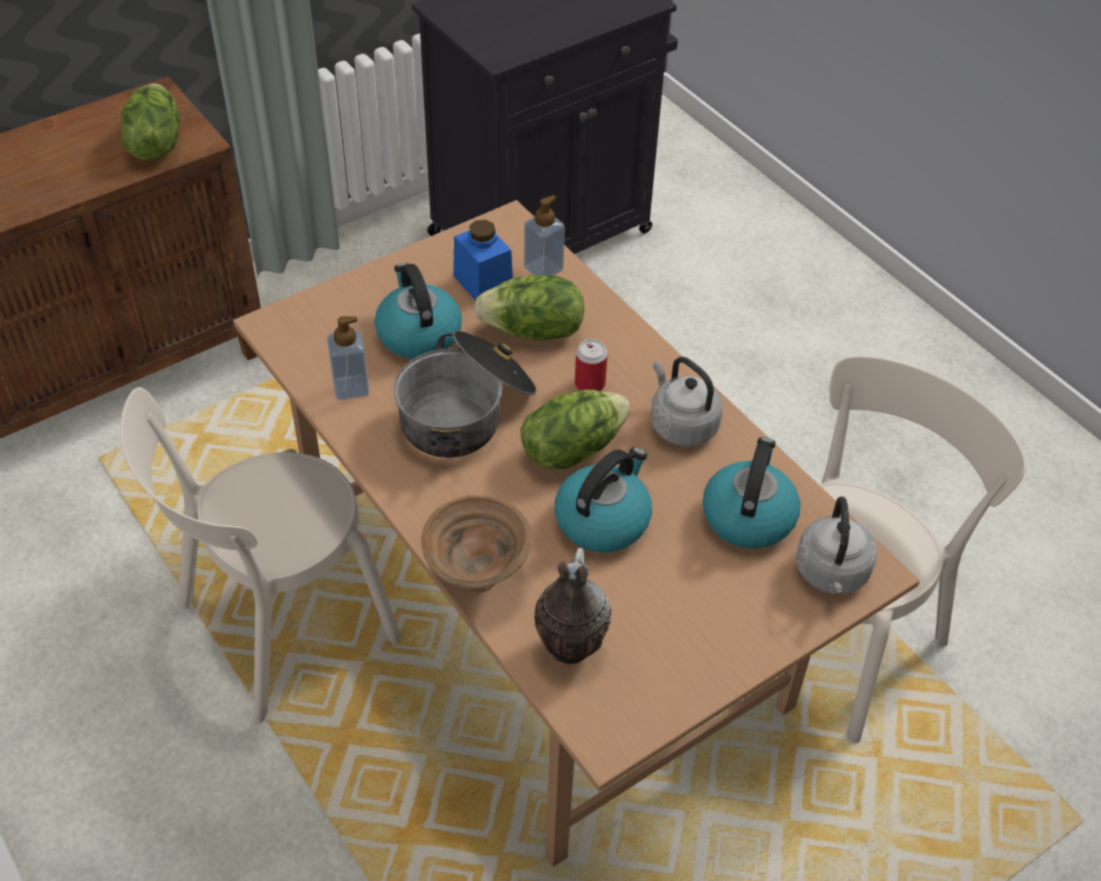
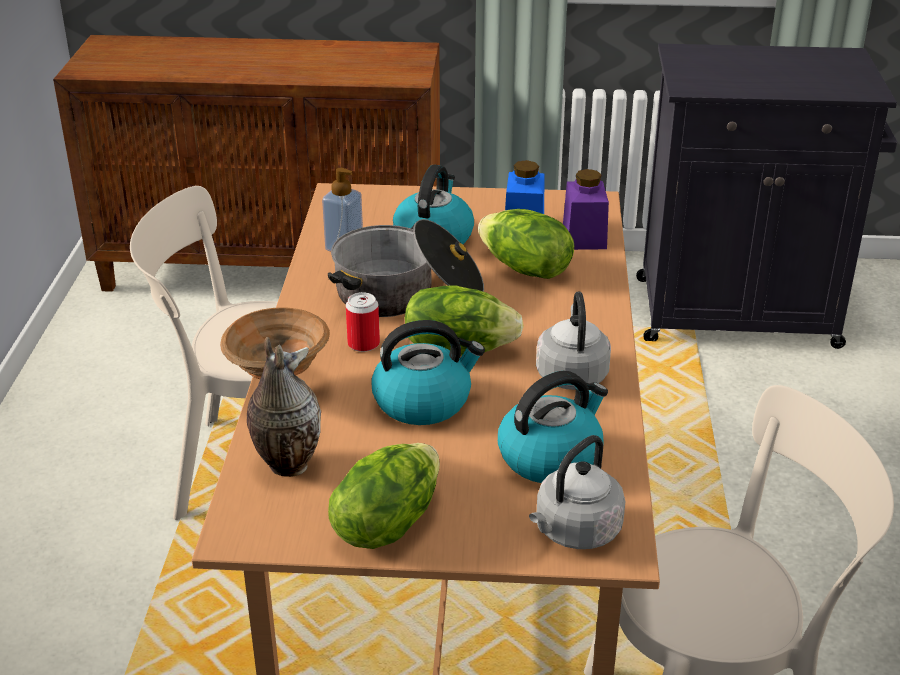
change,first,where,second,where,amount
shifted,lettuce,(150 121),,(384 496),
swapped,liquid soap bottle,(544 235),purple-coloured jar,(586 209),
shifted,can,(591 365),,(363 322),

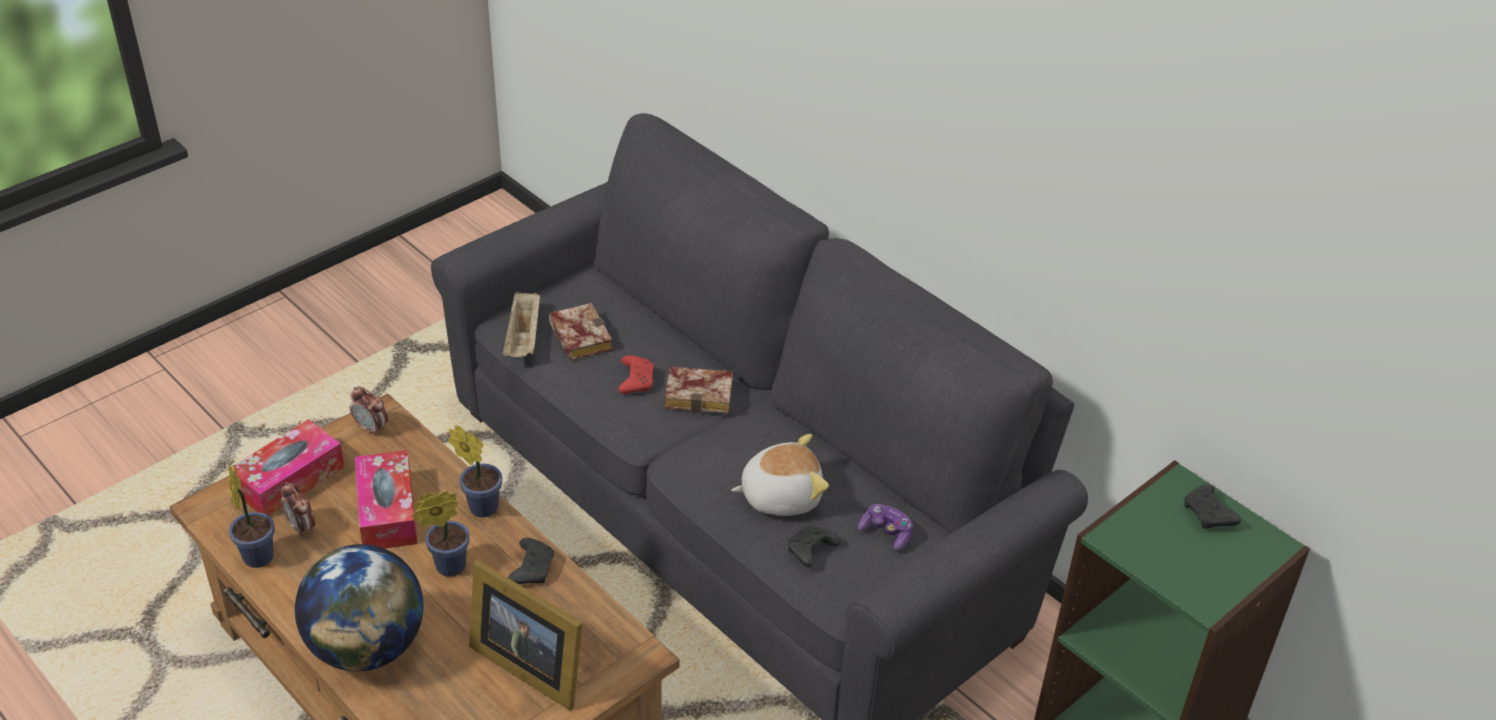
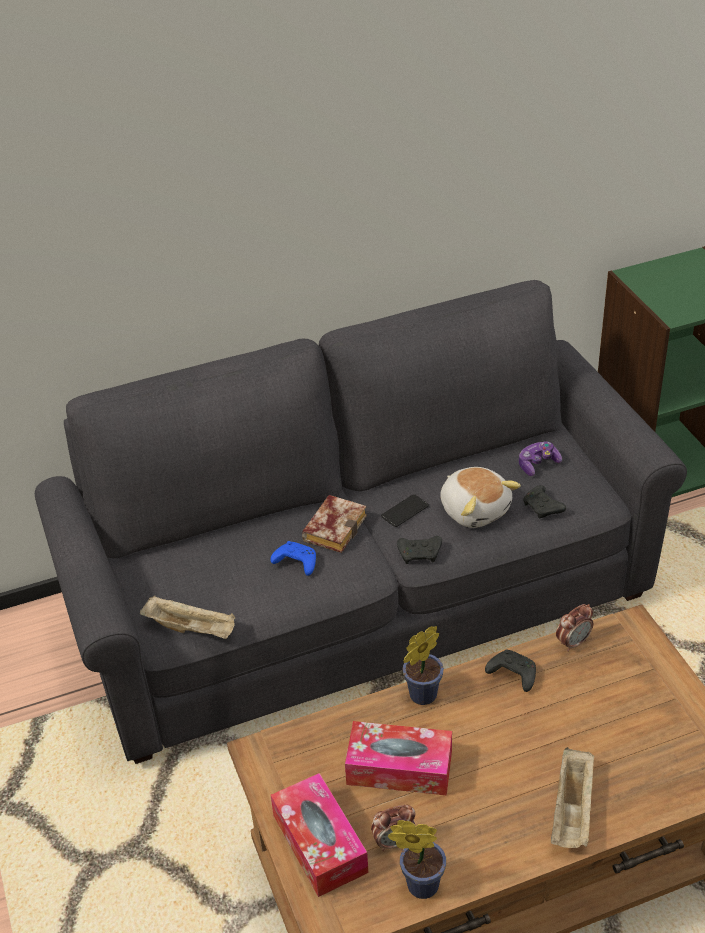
change,first,where,second,where,amount
gone,volume,(581 332),,,
repainted,red gamepad,(636 374),bluish gamepad,(293 558),
shifted,alarm clock,(369 411),,(574 628),
rotated,cuddly toy,(780 475),,(480 497),135 degrees clockwise
shifted,black gamepad,(1212 506),,(419 550),
gone,plant in a pot,(441 534),,,
swapped,desk globe,(359 607),beige-coloured carrying tray,(573 797),
gone,picture frame,(525 635),,,
new,,,telephone,(405 510),

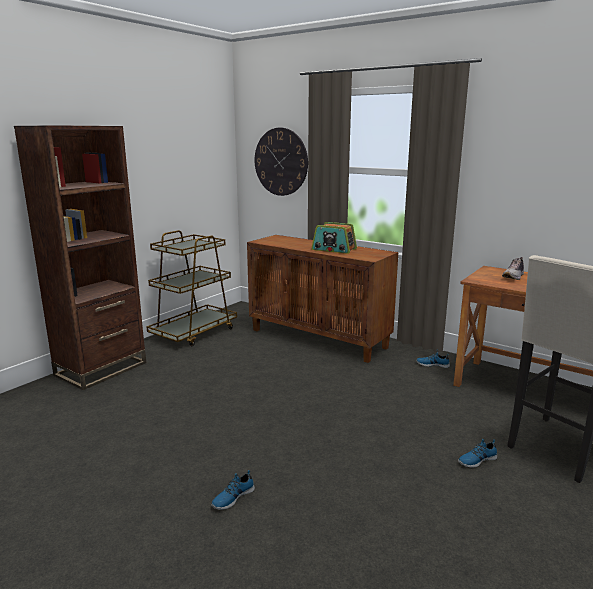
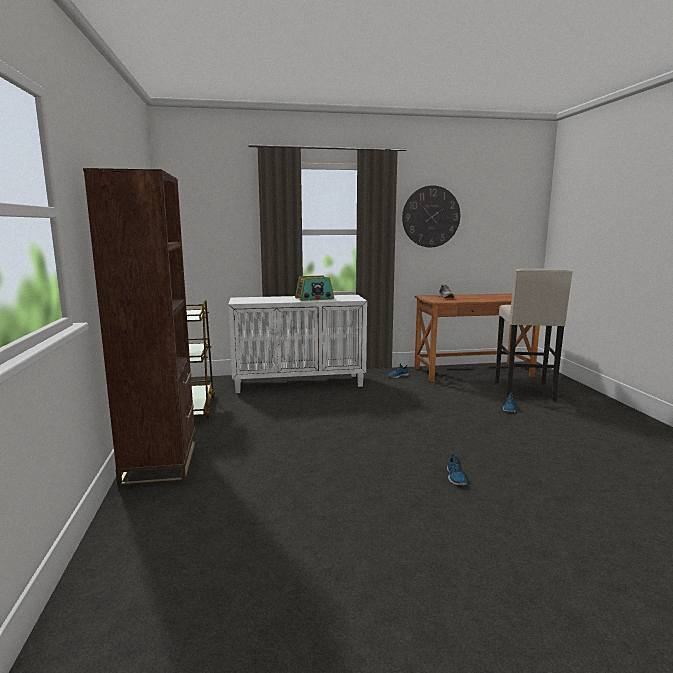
change,first,where,second,where,amount
shifted,wall clock,(281 162),,(431 216),
repainted,brown storage cabinet,(322 299),white-coloured storage cabinet,(297 344),

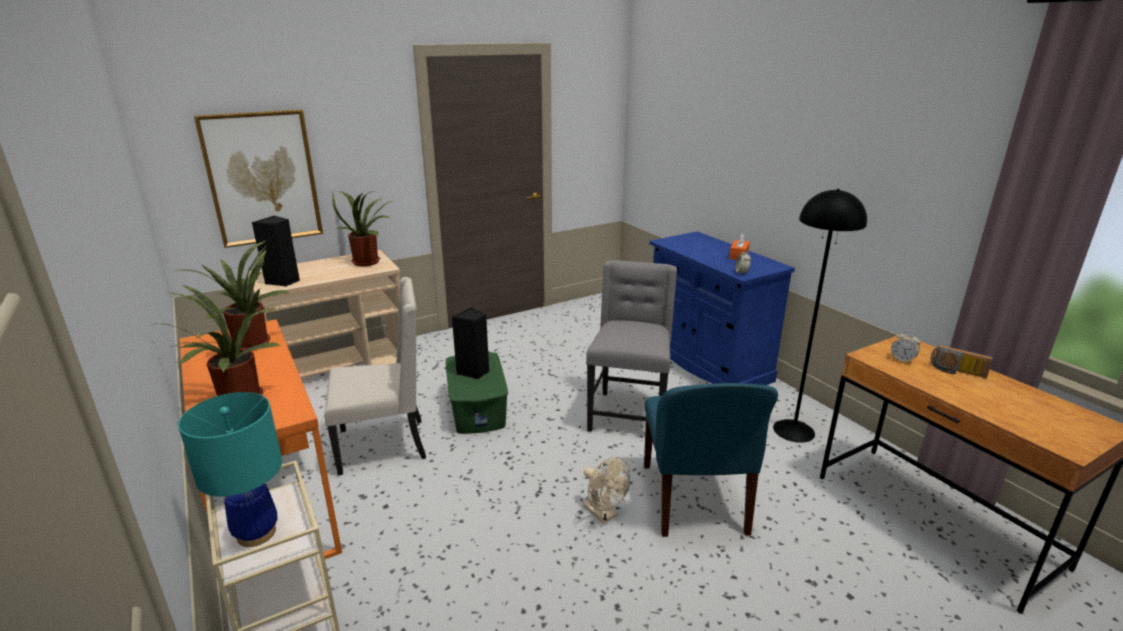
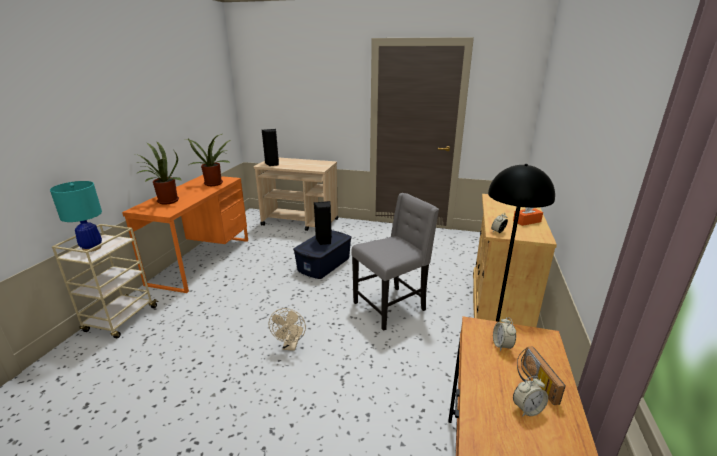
change,first,where,second,where,amount
gone,picture,(258 178),,,
gone,plant in a pot,(362 228),,,
repainted,bluish storage cabinet,(722 308),beige-coloured storage cabinet,(515 260),
gone,beige-coloured upright chair,(375 376),,,
repainted,green-coloured storage box,(477 393),bluish storage box,(322 254),
gone,bluish upright chair,(711 460),,,
new,,,alarm clock,(530 396),

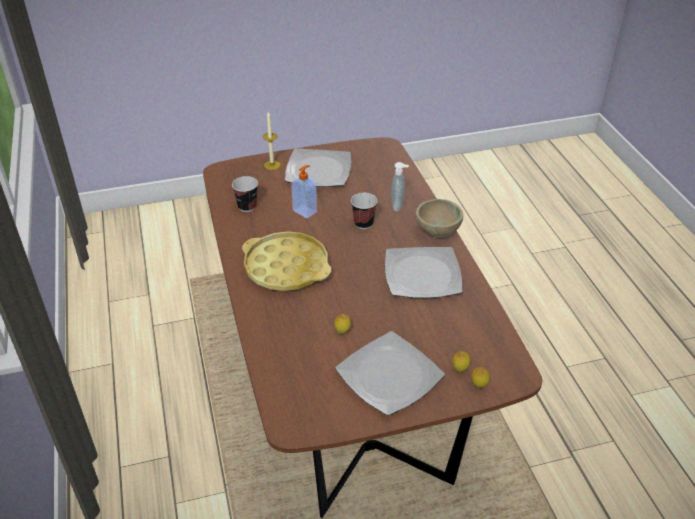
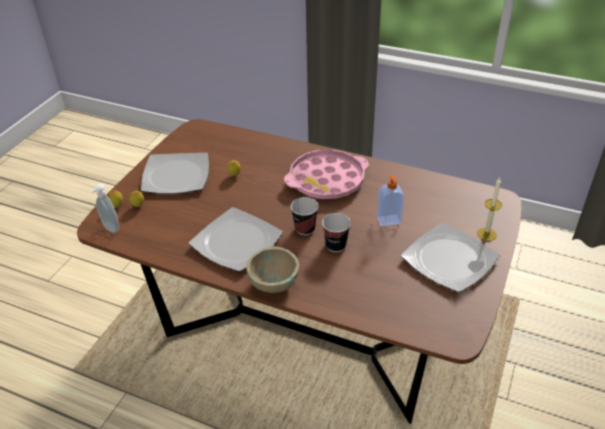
change,first,where,second,where,amount
shifted,liquid soap bottle,(400 187),,(104 208),
shifted,small cup,(245 194),,(305 216),
repainted,yellowish carrying tray,(286 261),pinkish carrying tray,(326 174),

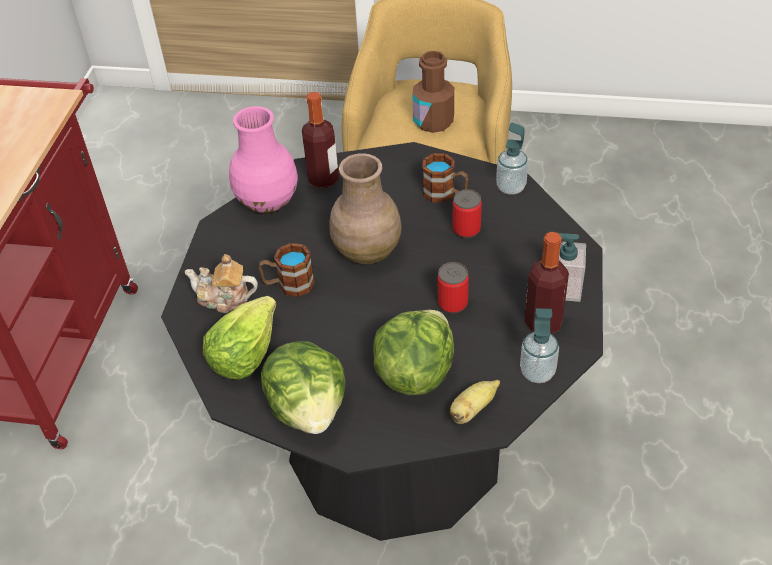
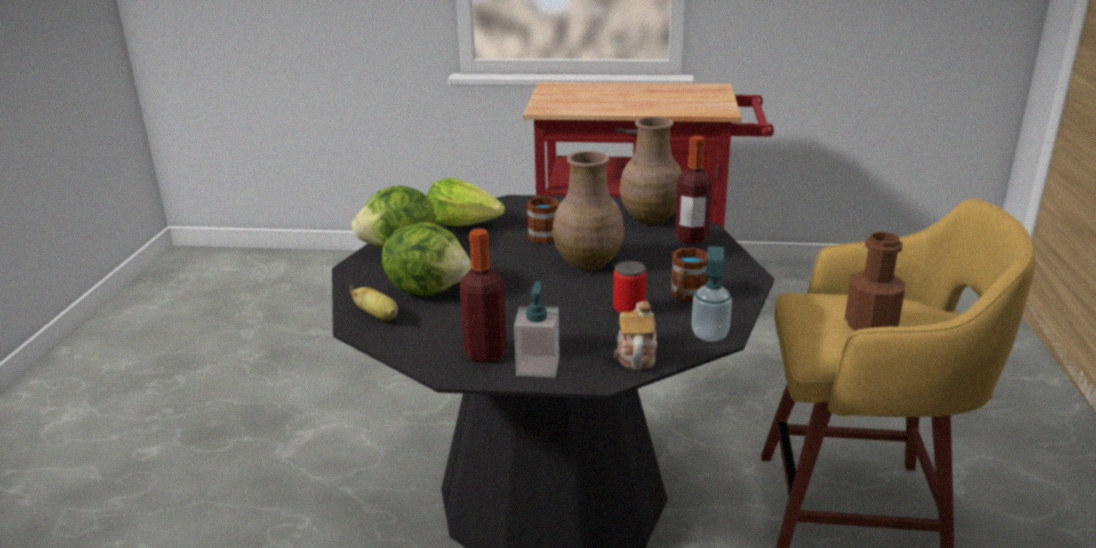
change,first,where,second,where,amount
repainted,pinkish flower vase,(263 160),brown flower vase,(651 171),
shifted,tea pot,(221 283),,(635 335),
gone,can,(453 288),,,
gone,liquid soap bottle,(539 345),,,

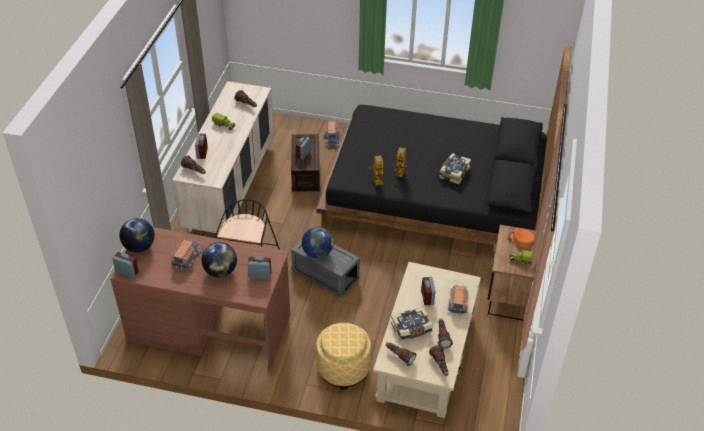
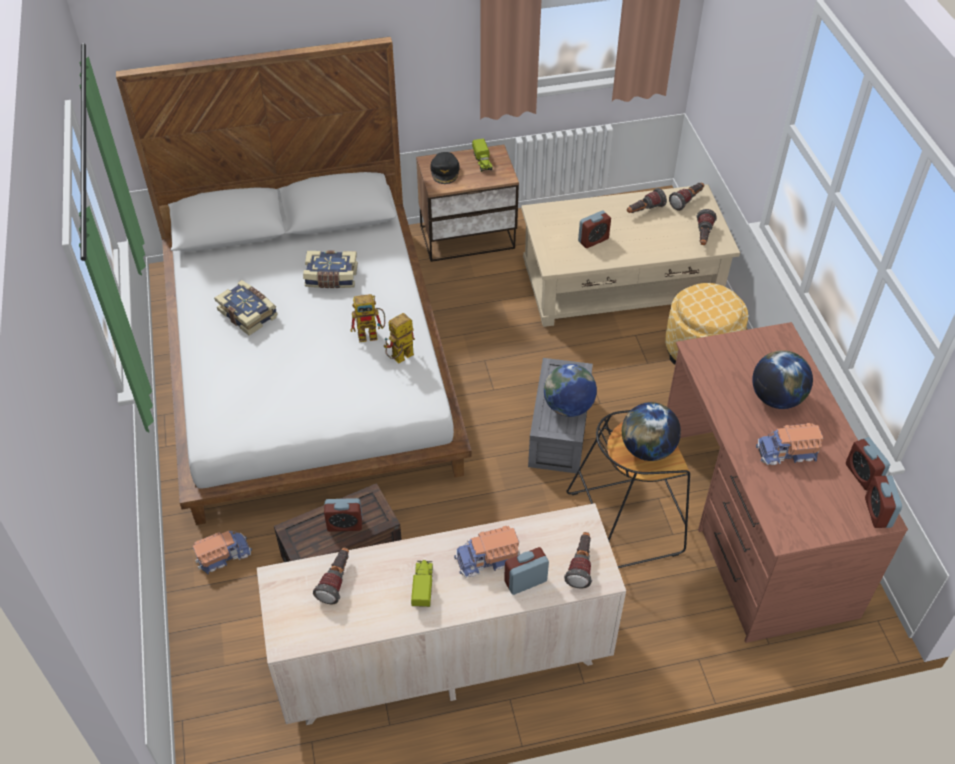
change,first,where,second,where,amount
repainted,black bed,(444 145),white-coloured bed,(294 281),
shifted,desk globe,(137 235),,(651 431),
repainted,orange baseball cap,(521 237),black baseball cap,(445 168),
shifted,alarm clock,(259 267),,(868 463),
shifted,toy truck,(458 300),,(487 552),
shifted,volume,(412 324),,(246 307),

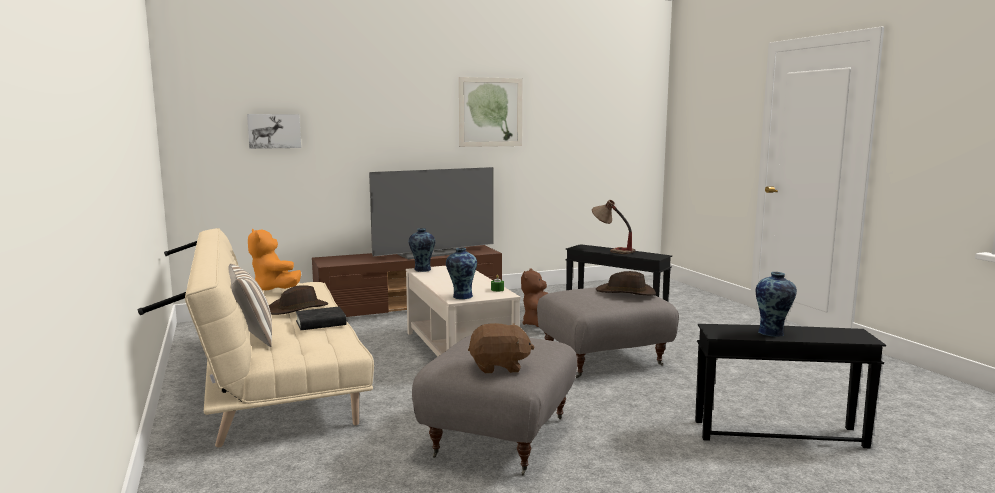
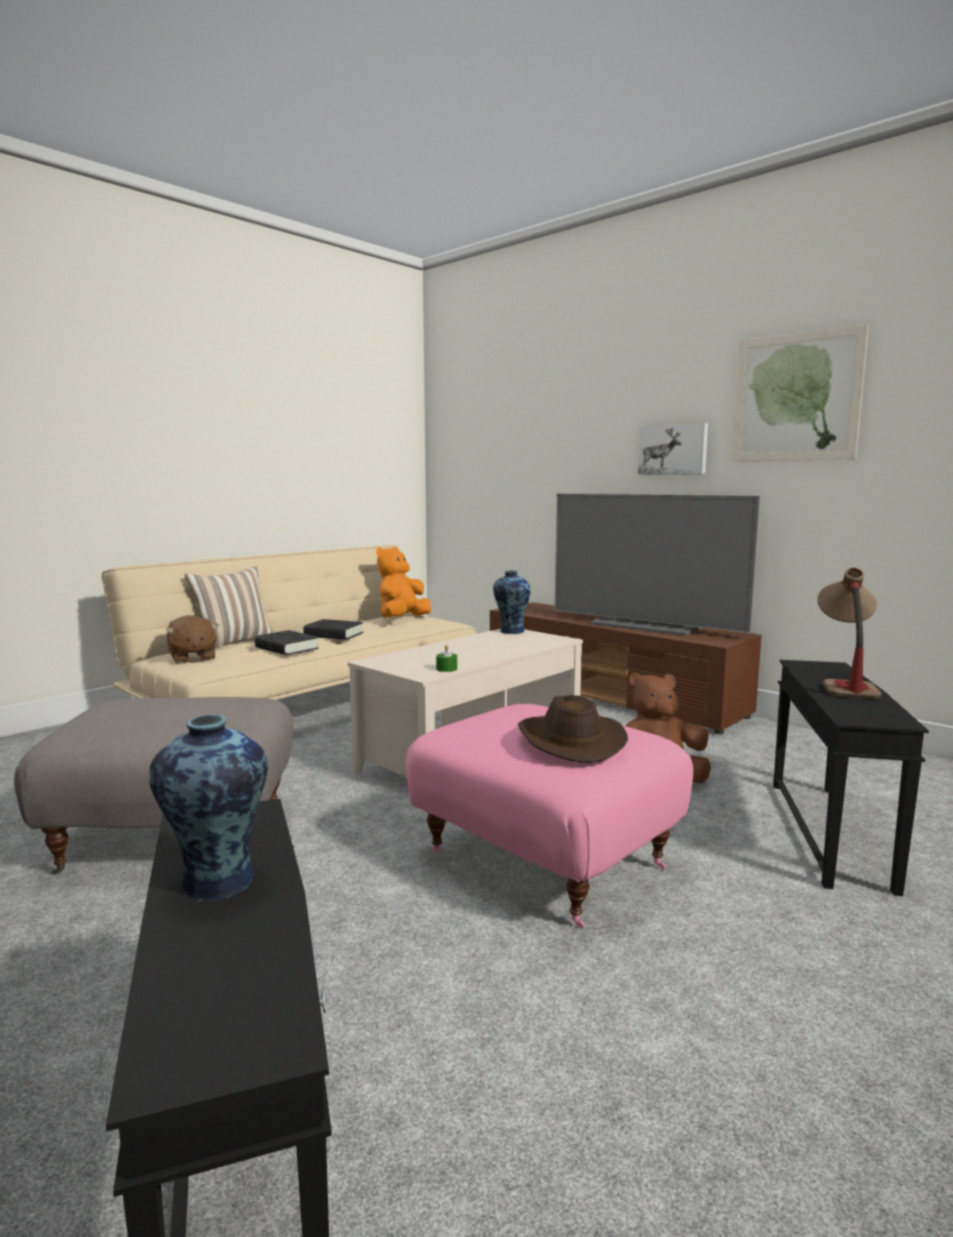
change,first,where,second,where,amount
shifted,picture,(274 131),,(673 449),
gone,flower vase,(461 273),,,
swapped,brown wearable hat,(298 300),black volume,(333 629),
repainted,greyish footrest,(608 332),pinkish footrest,(549 816),
shifted,brown cuddly toy,(501 348),,(192 639),

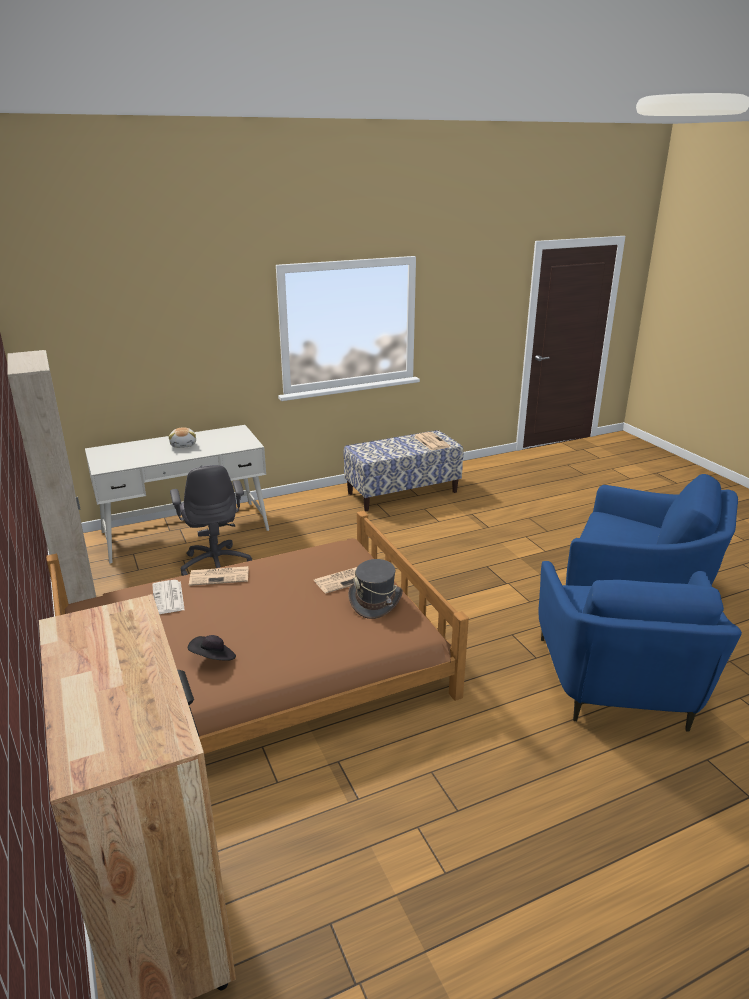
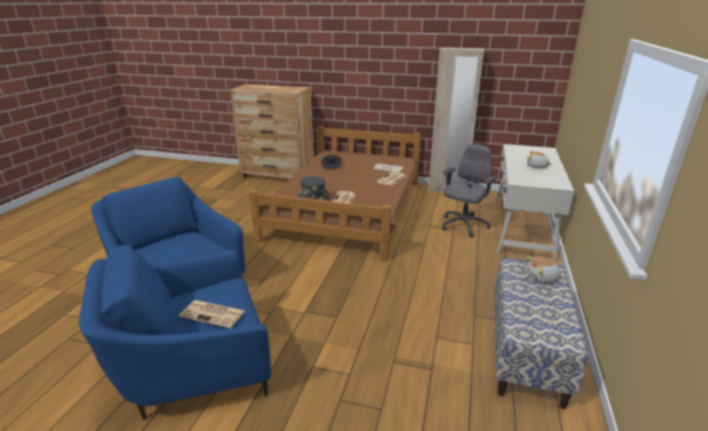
change,first,where,second,where,amount
shifted,printed paper,(432 441),,(212 314),
rotated,greyish computer chair,(211 520),,(469 191),105 degrees clockwise
new,,,cuddly toy,(544 270),

